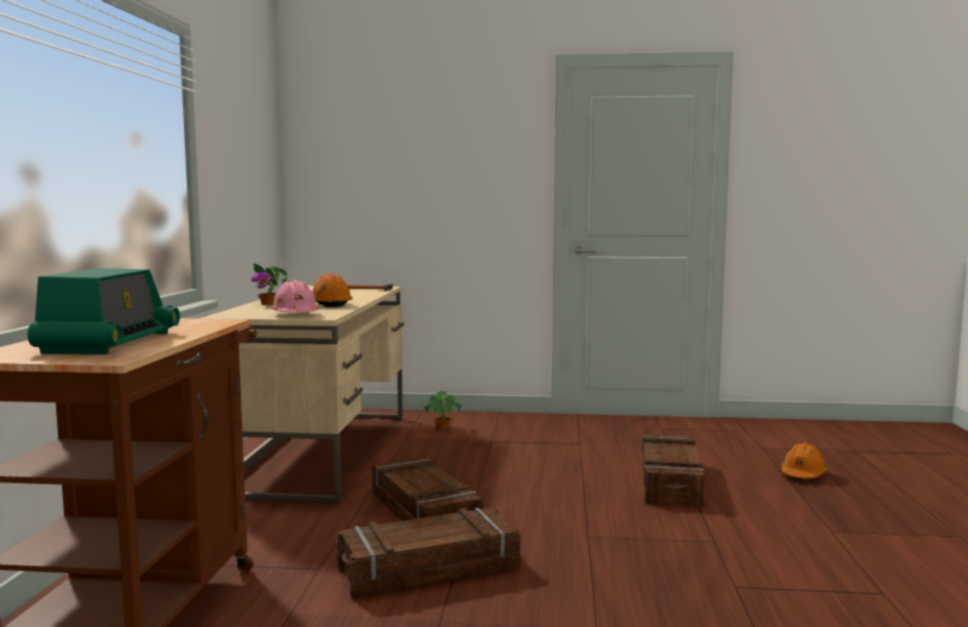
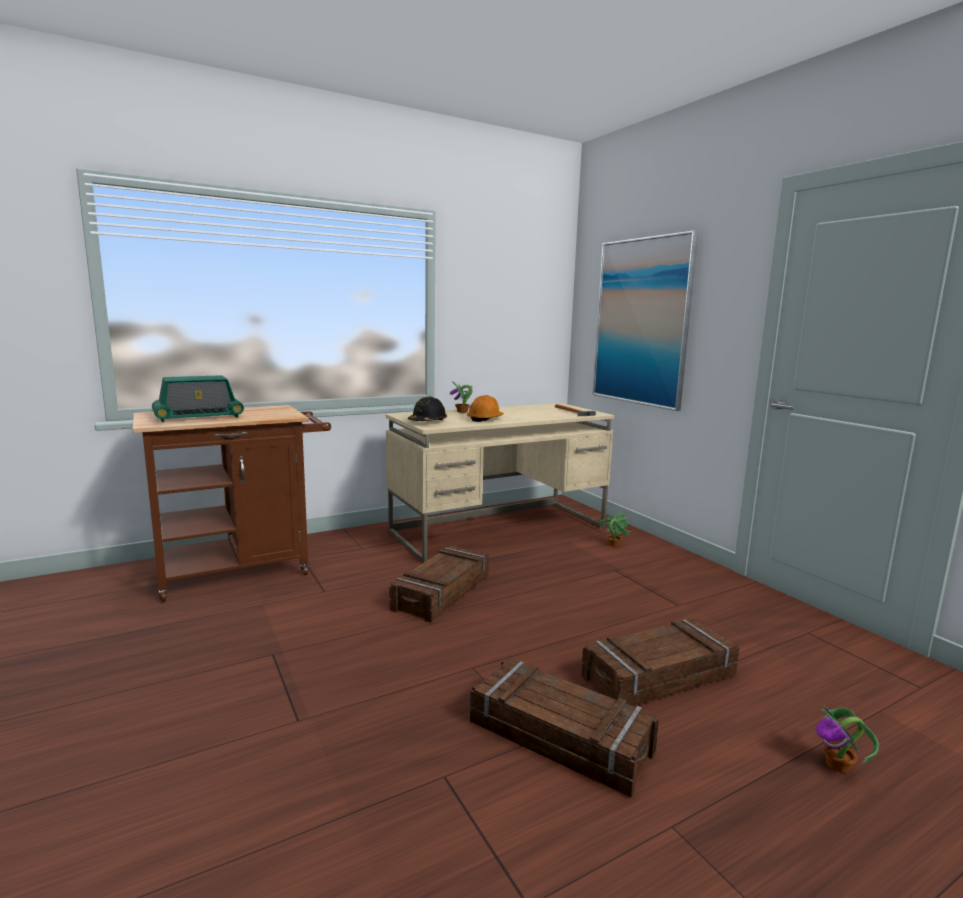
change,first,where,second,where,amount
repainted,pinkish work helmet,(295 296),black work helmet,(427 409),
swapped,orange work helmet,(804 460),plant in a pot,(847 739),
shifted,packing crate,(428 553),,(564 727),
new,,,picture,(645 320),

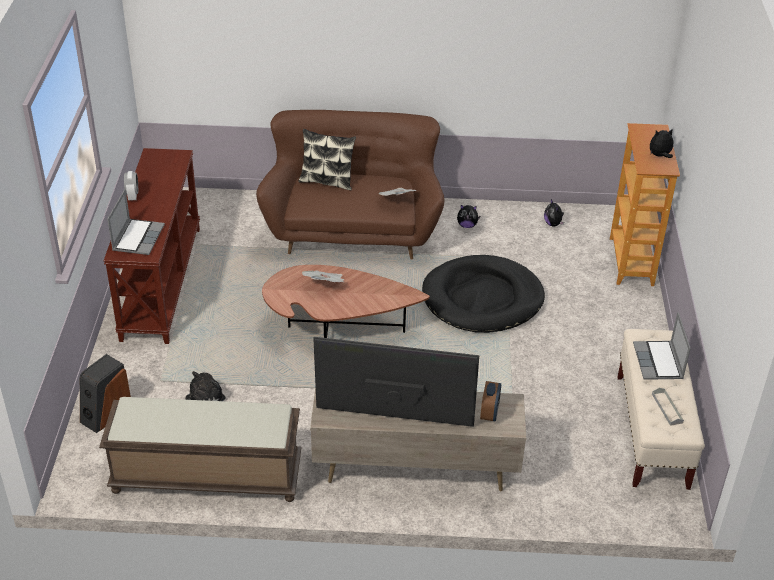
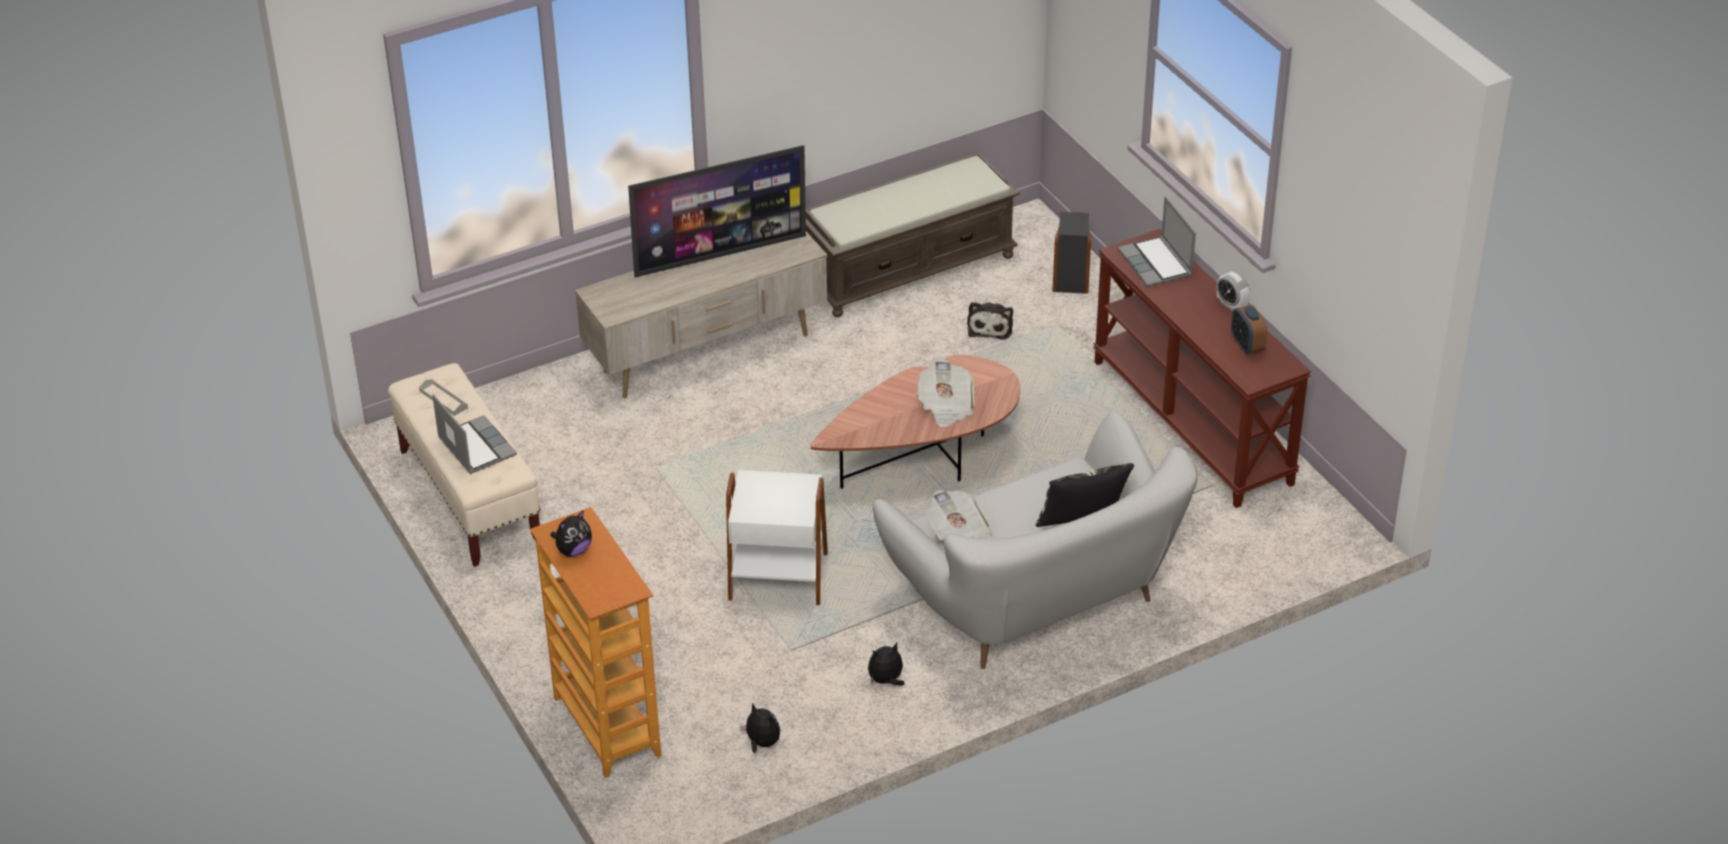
change,first,where,second,where,amount
repainted,brown couch,(350 185),white-coloured couch,(1035 540),
swapped,black dog bed,(483 294),white-coloured end table,(777 537),
shifted,alarm clock,(490 401),,(1249 329),

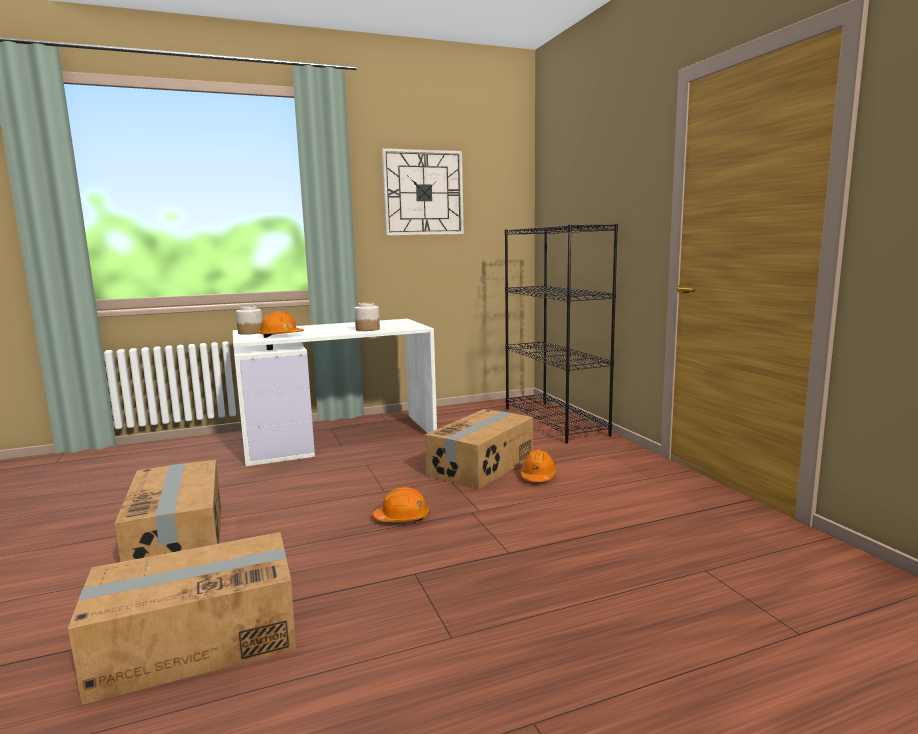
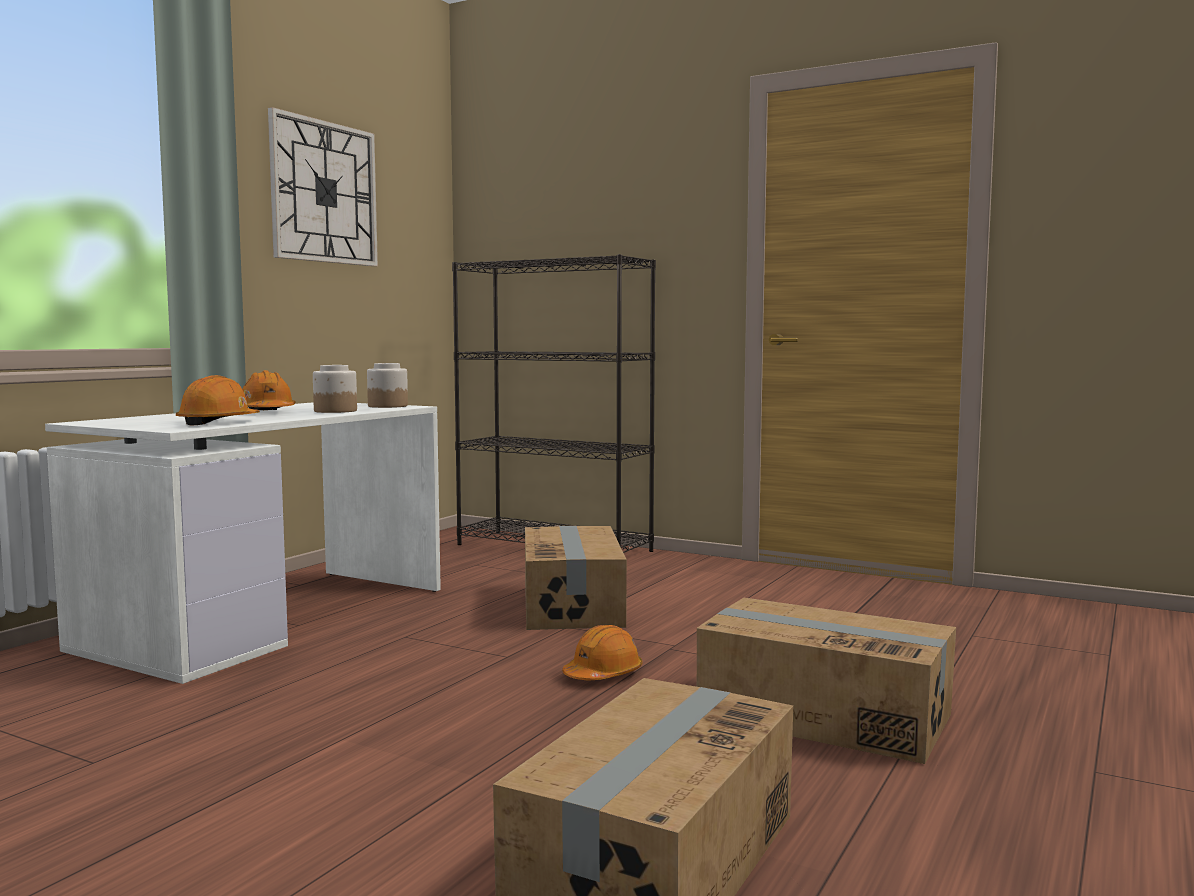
change,first,where,second,where,amount
shifted,jar,(249 320),,(387 385),
shifted,orange work helmet,(538 465),,(269 390),
shifted,carton,(168 511),,(826 681),

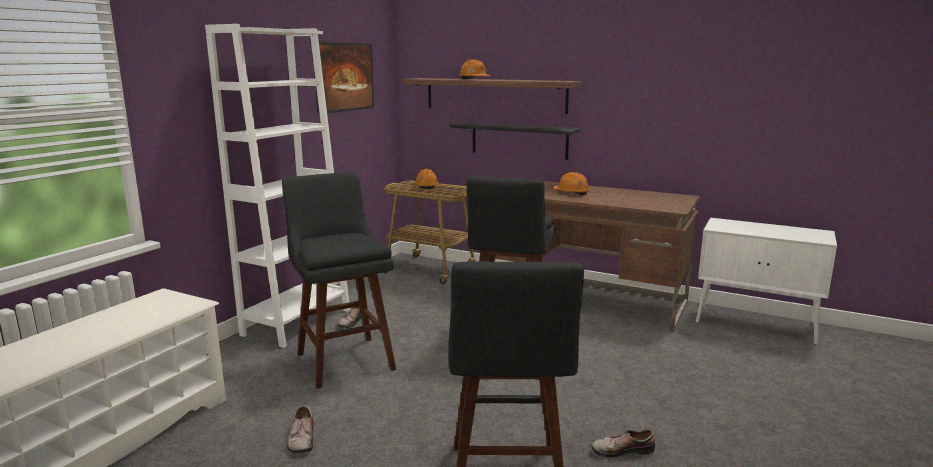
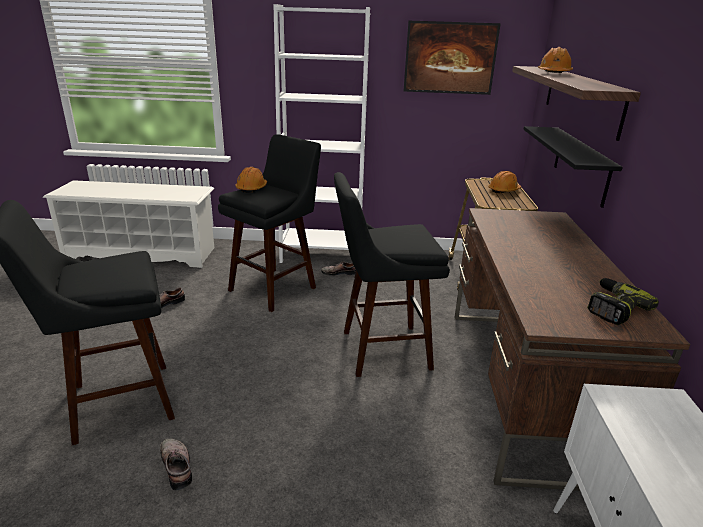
change,first,where,second,where,amount
shifted,orange work helmet,(572 183),,(251 180),
new,,,drill,(623 301),

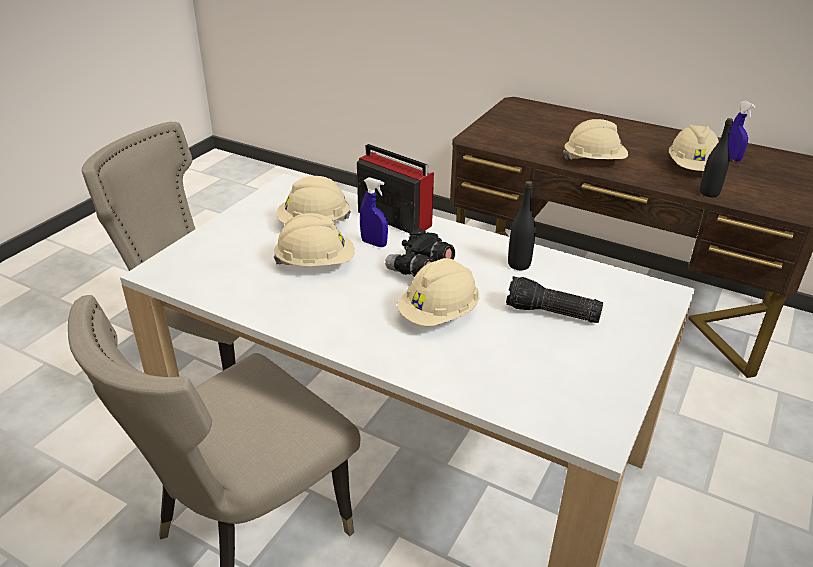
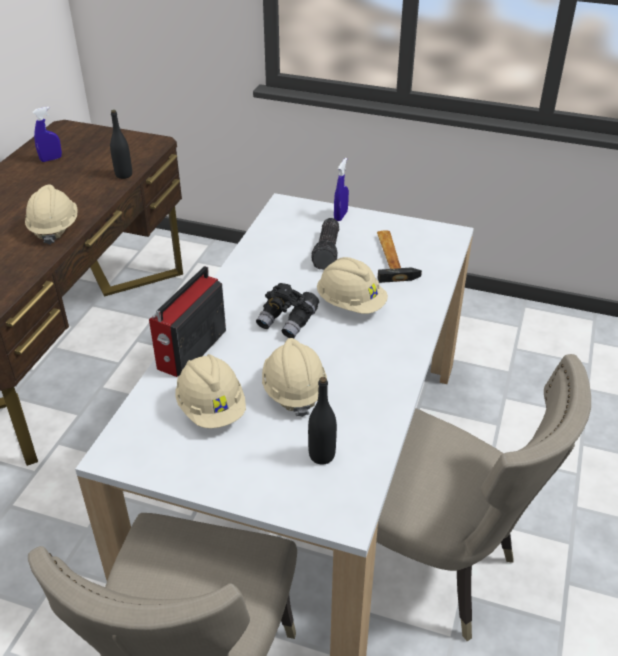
change,first,where,second,where,amount
gone,beige-coloured work helmet,(694 148),,,
shifted,bluish sprayer,(374 212),,(341 189),
shifted,black beverage bottle,(522 225),,(322 421),
new,,,hand hammer,(399 256),

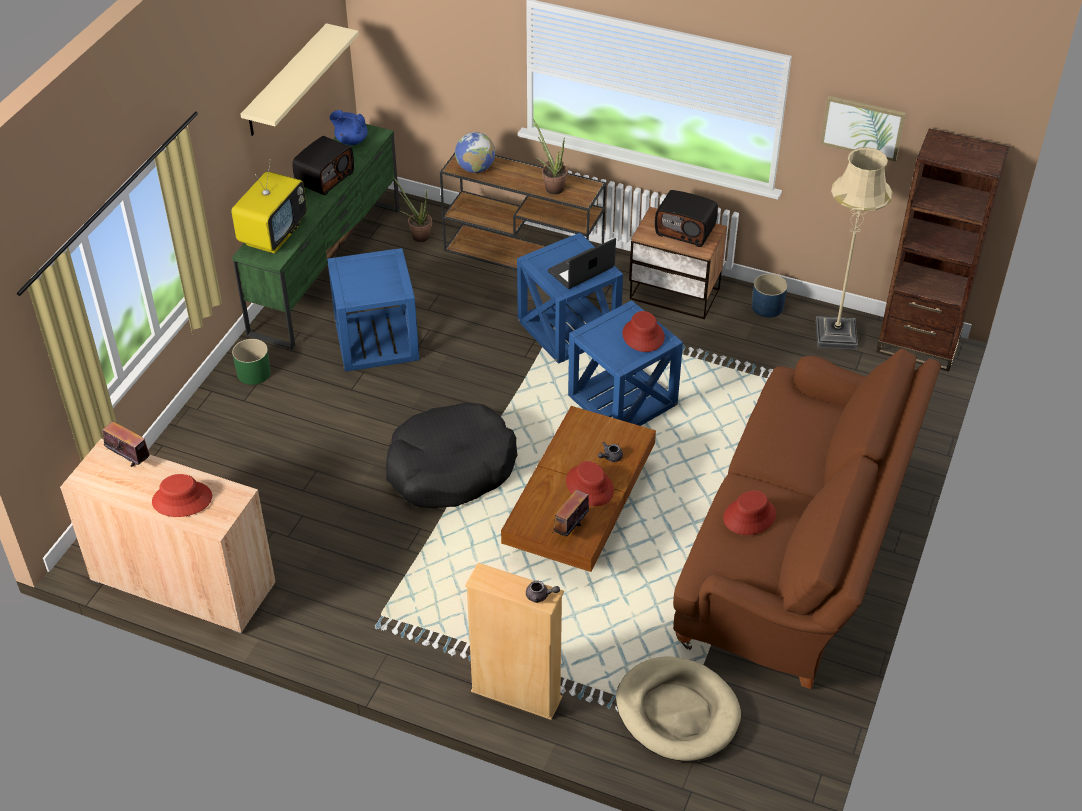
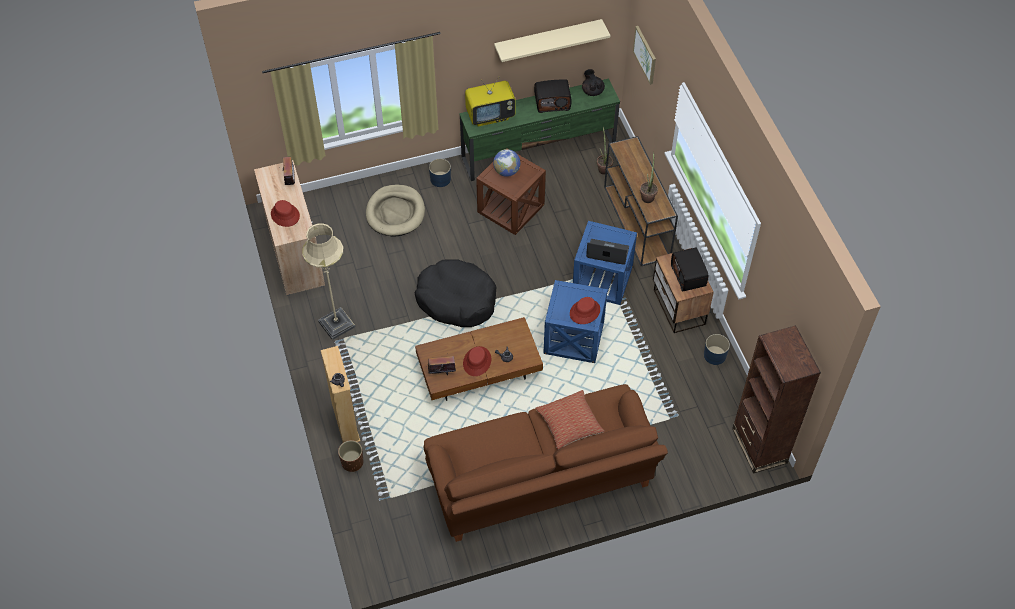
change,first,where,second,where,amount
shifted,picture,(863 129),,(644 55),
repainted,bluish tea pot,(349 127),black tea pot,(593 82),
shifted,desk globe,(475 152),,(506 163),
shifted,beige-coloured standing lamp,(854 248),,(328 281),
repainted,bluish end table,(373 310),brown end table,(511 191),
repainted,green-coloured plant pot,(251 362),bluish plant pot,(440 173),
gone,red wearable hat,(749 512),,,
shifted,beige-coloured dog bed,(678 708),,(395 211),
new,,,throw pillow,(570 420),
new,,,brown plant pot,(350 456),

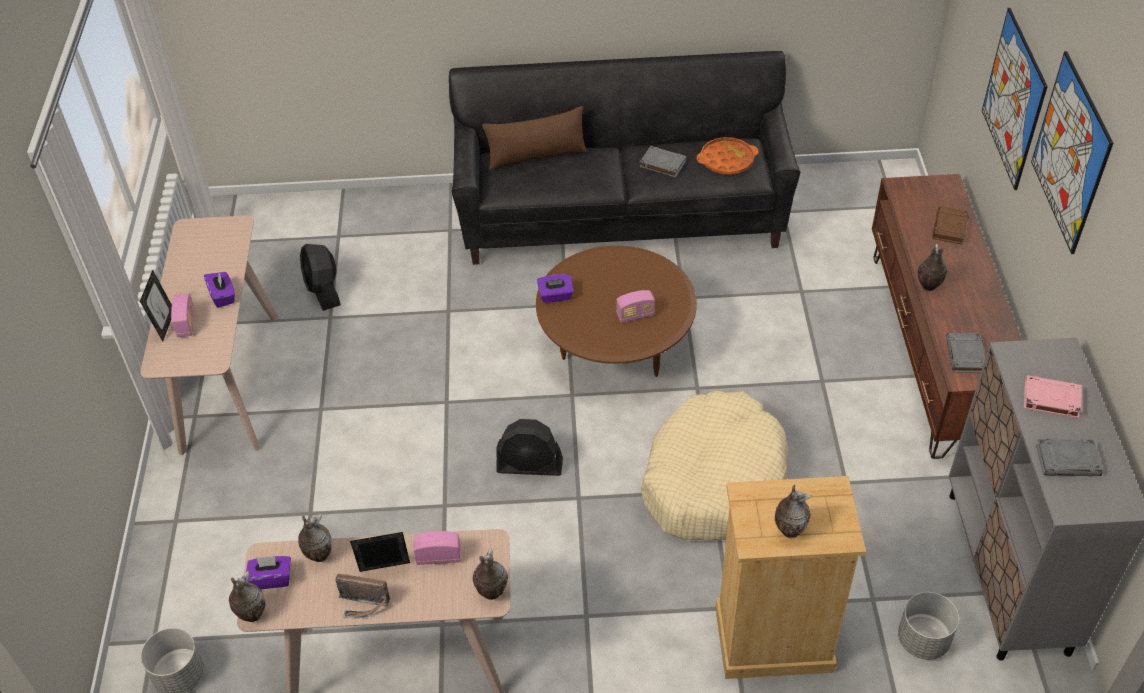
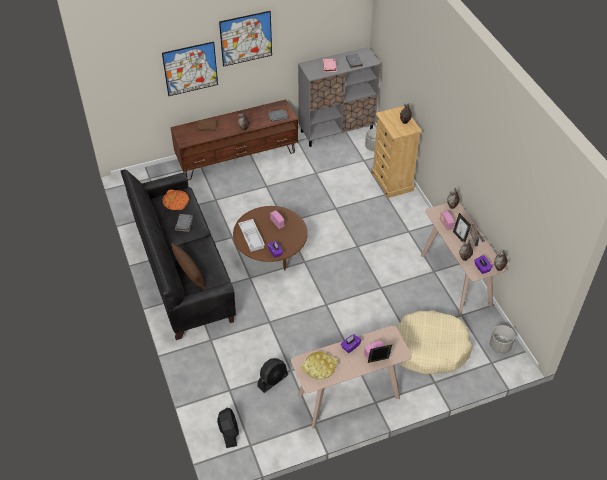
change,first,where,second,where,amount
shifted,beige-coloured dog bed,(715 465),,(433 342),
shifted,black fan,(529 447),,(228 428),
new,,,white-coloured carrying tray,(251 235),
new,,,yellowish carrying tray,(319 365),

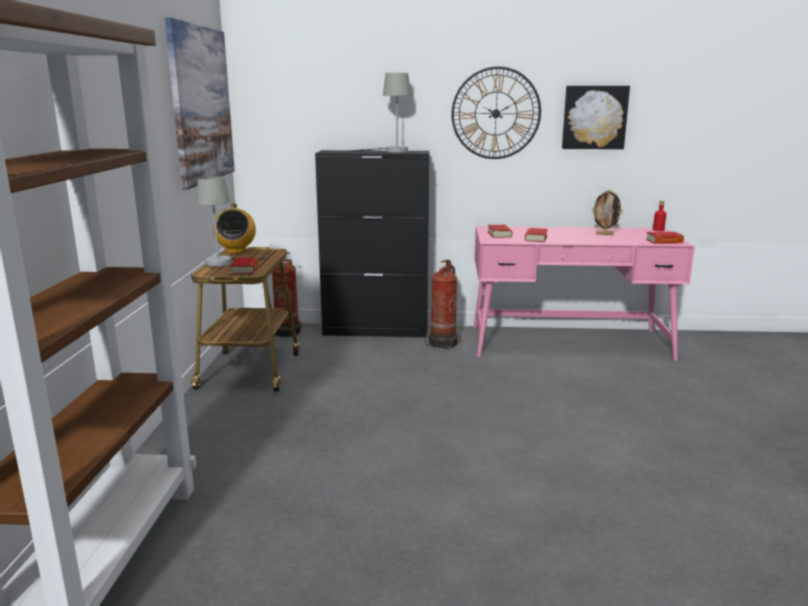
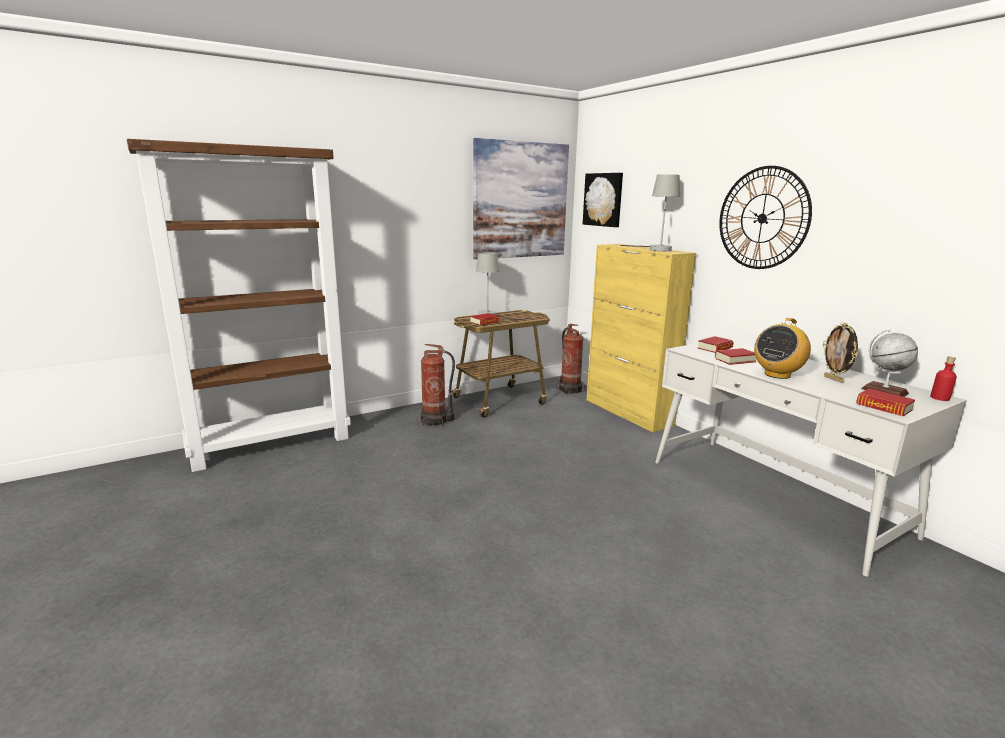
change,first,where,second,where,amount
shifted,picture,(596 117),,(603 200),
repainted,black storage cabinet,(372 243),yellowish storage cabinet,(641 338),
shifted,radio set,(234 228),,(782 348),
repainted,pinkish desk,(584 293),white-coloured desk,(811 457),
shifted,fire-fighting cylinder,(443 305),,(438 384),
new,,,desk globe,(889 363),

